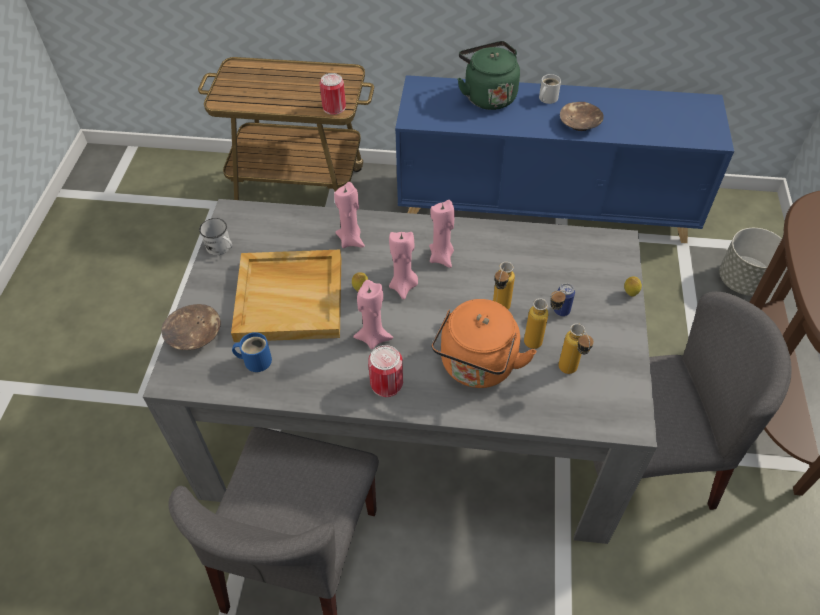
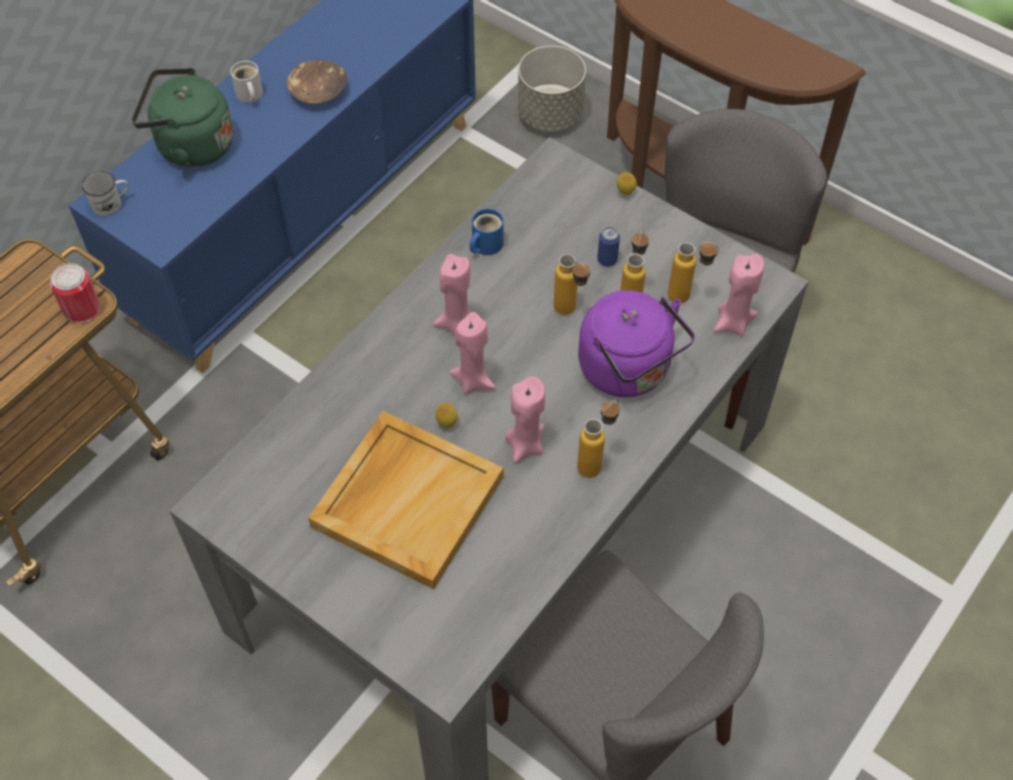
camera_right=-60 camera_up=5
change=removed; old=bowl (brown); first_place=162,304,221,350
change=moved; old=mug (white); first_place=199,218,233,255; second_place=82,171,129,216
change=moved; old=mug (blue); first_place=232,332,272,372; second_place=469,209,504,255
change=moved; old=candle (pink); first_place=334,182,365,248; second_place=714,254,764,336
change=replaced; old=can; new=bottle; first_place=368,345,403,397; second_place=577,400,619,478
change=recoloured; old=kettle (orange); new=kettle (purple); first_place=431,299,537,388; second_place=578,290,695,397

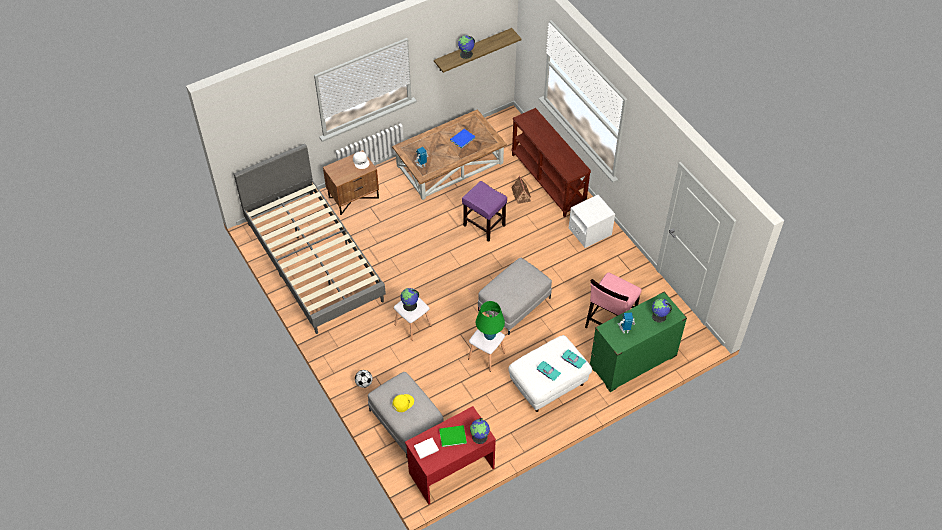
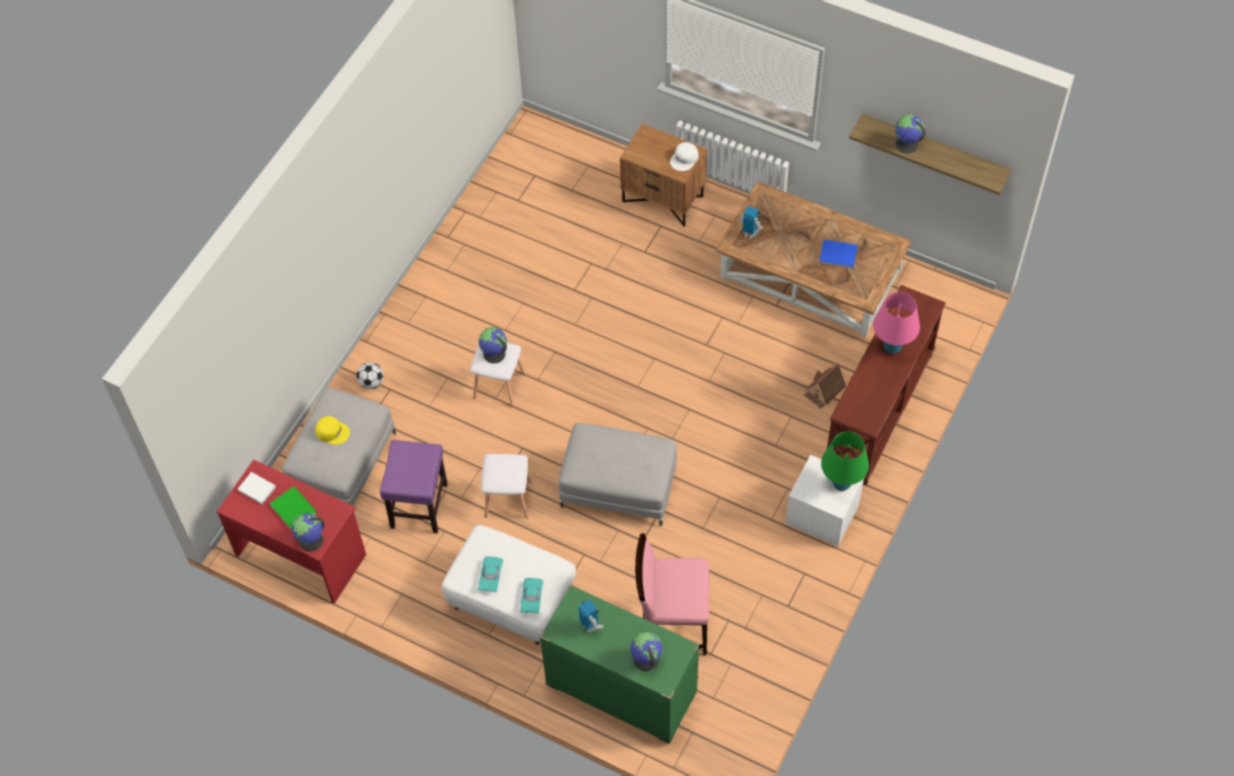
camera_right=60 camera_up=5
change=removed; old=bed (grey); first_place=234,144,386,334
change=added; new=table lamp (pink); second_place=873,292,920,354
change=moved; old=stool (purple); first_place=462,181,507,242; second_place=380,440,448,533
change=moved; old=table lamp (green); first_place=476,301,505,340; second_place=821,431,869,491

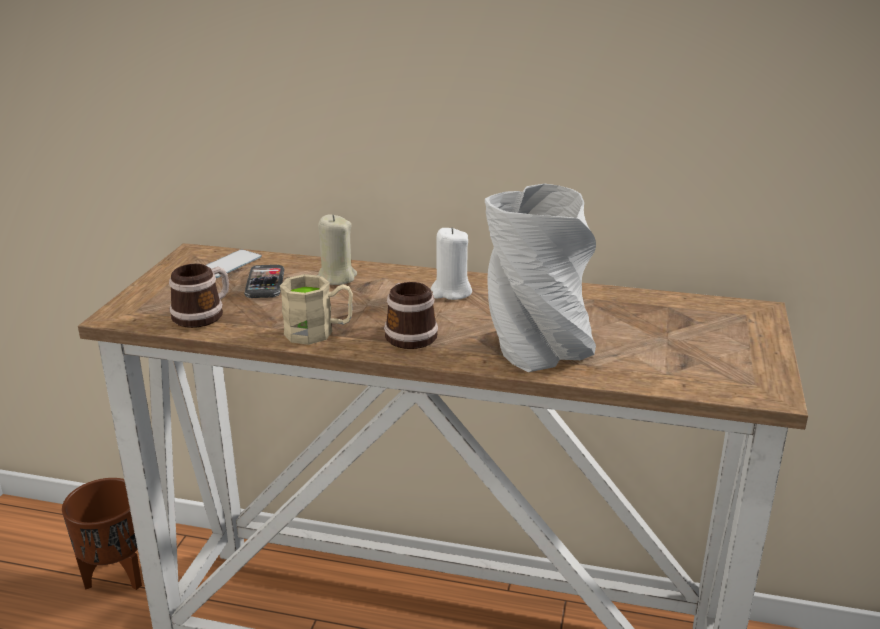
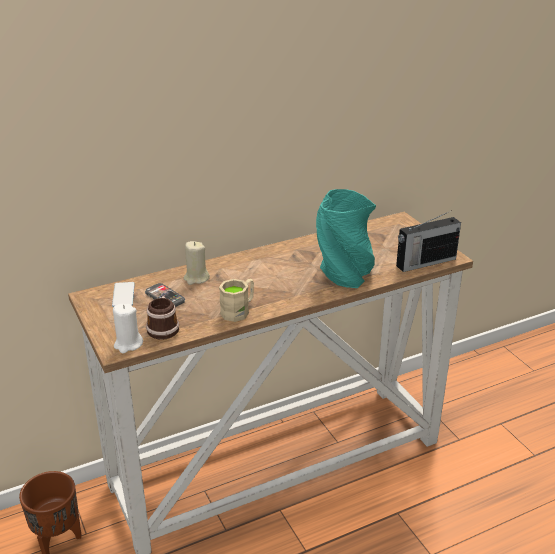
camera_right=-40 camera_up=5
change=removed; old=mug; first_place=384,282,438,349
change=added; new=radio; second_place=396,210,461,272
change=moved; old=candle (white); first_place=431,228,472,300; second_place=113,304,143,353
change=recoloured; old=vase (grey); new=vase (turquoise); first_place=485,184,596,372; second_place=316,189,376,288

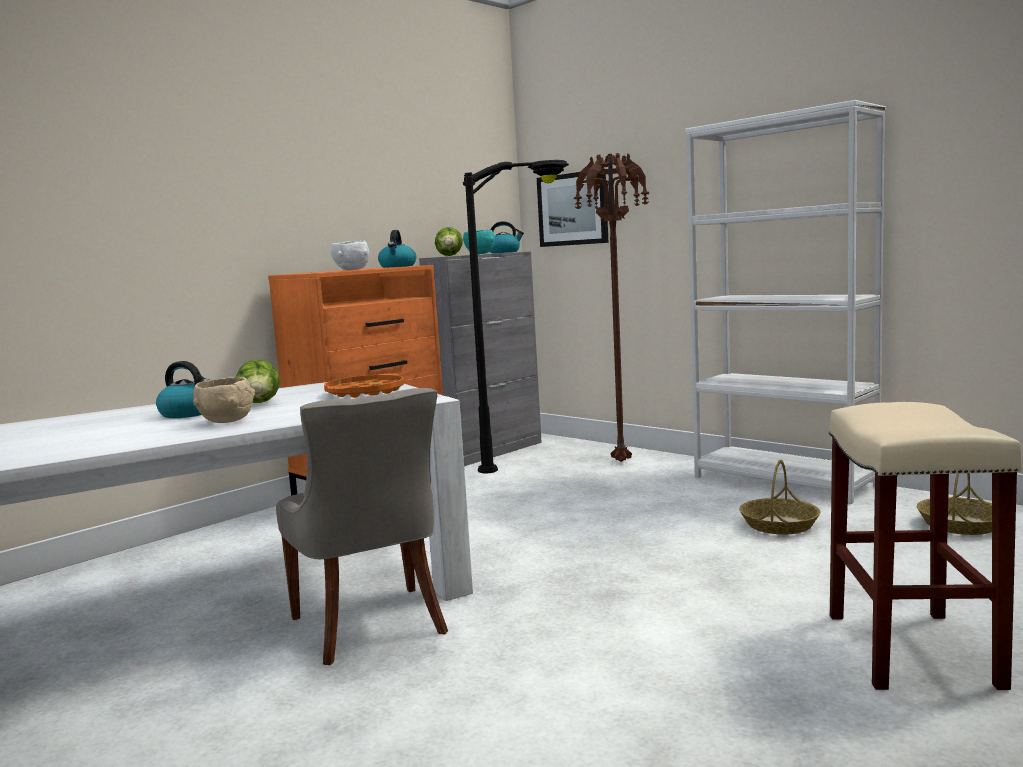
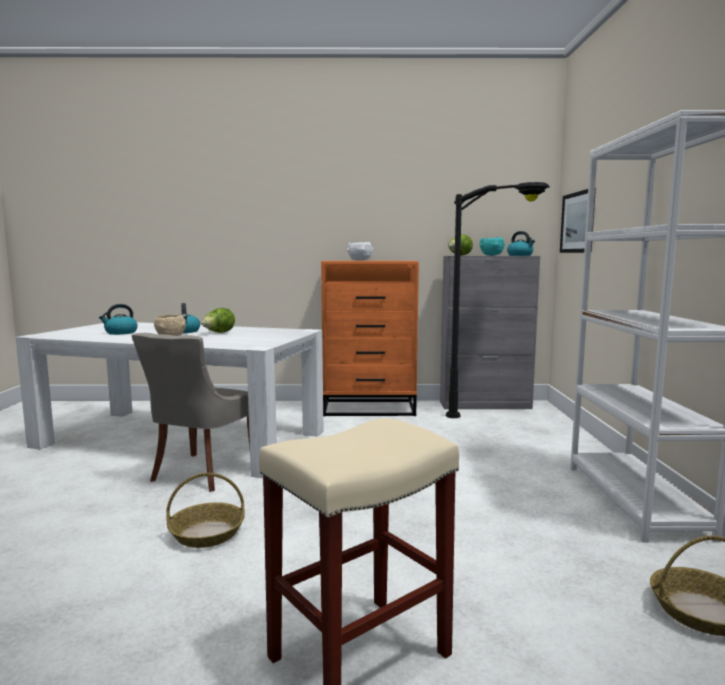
camera_right=45 camera_up=0
change=removed; old=tray (orange); first_place=324,373,404,398
change=removed; old=floor lamp (brown); first_place=574,153,650,462
change=moved; old=kettle; first_place=378,230,416,268; second_place=99,304,138,335
change=moved; old=basket; first_place=739,460,820,534; second_place=166,473,244,548

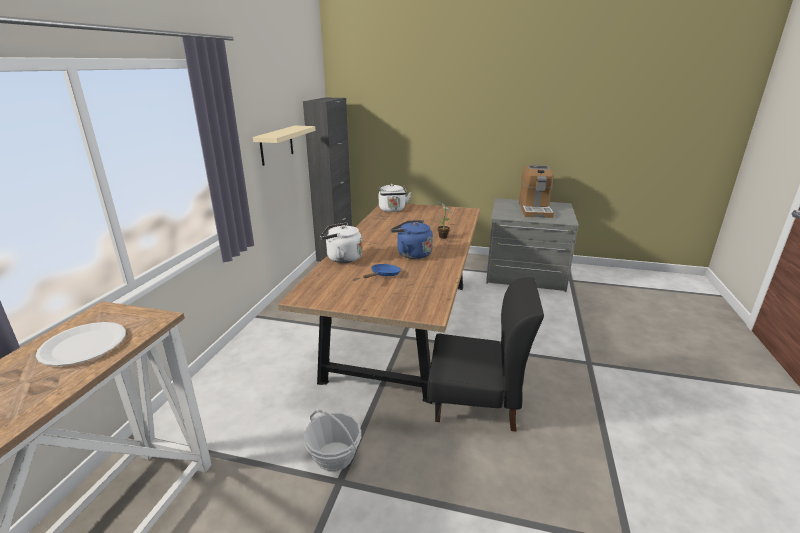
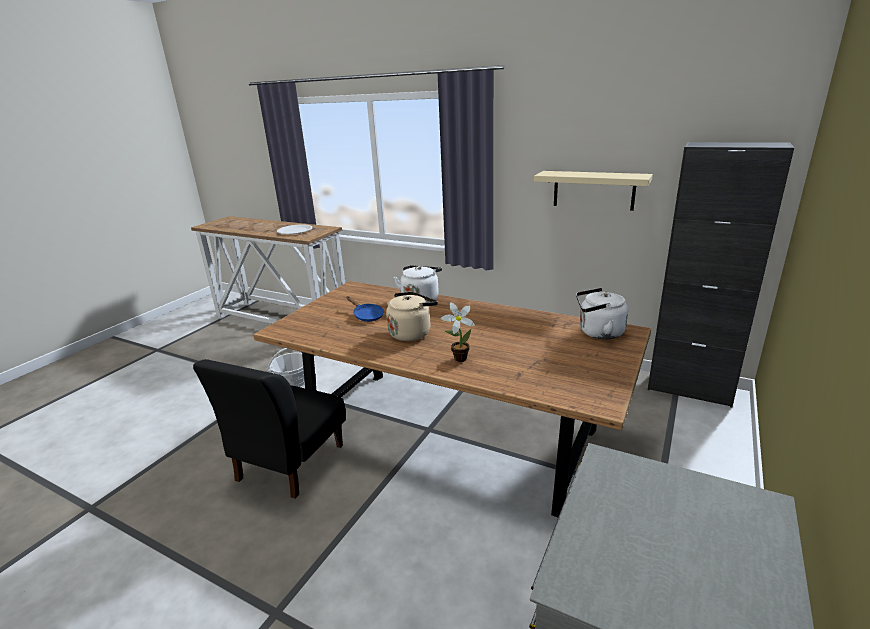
camera_right=105 camera_up=0
change=removed; old=coffee machine; first_place=519,165,554,218
change=recoloured; old=kettle (blue); new=kettle (beige); first_place=391,220,433,259; second_place=386,292,438,341

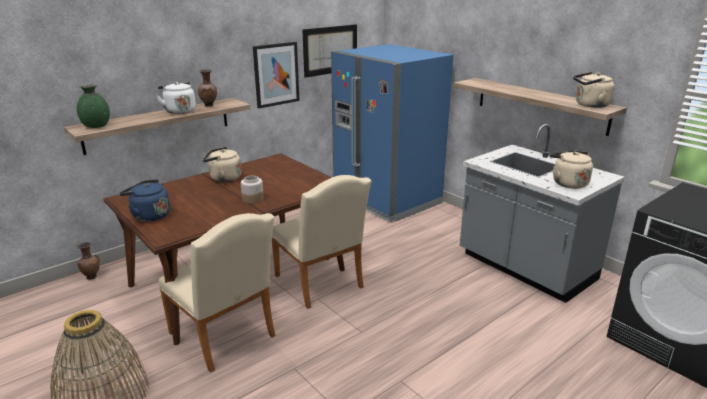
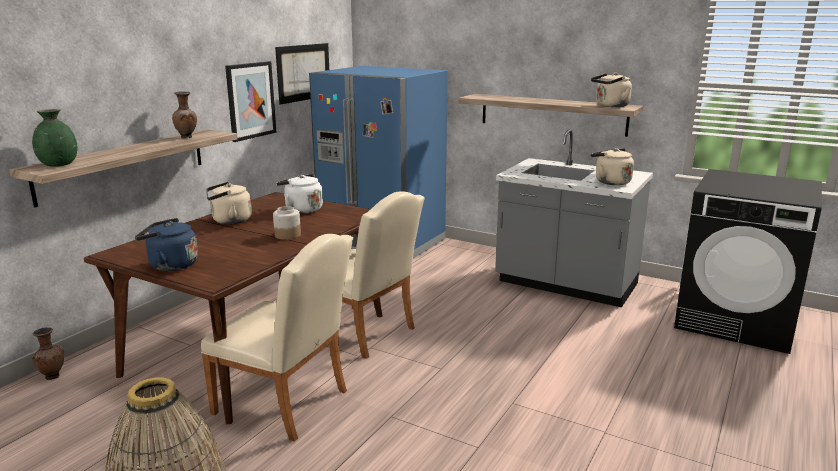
camera_right=-20 camera_up=-5
change=moved; old=kettle (white); first_place=157,82,196,114; second_place=276,174,323,214

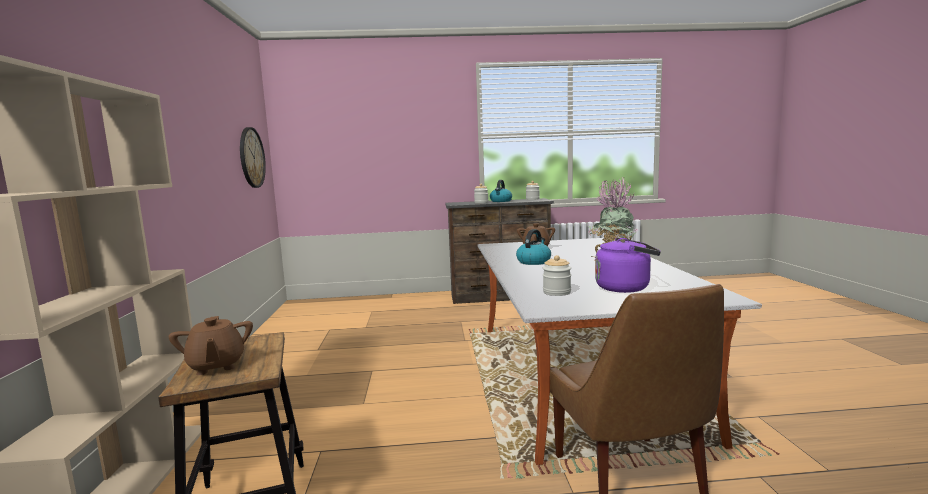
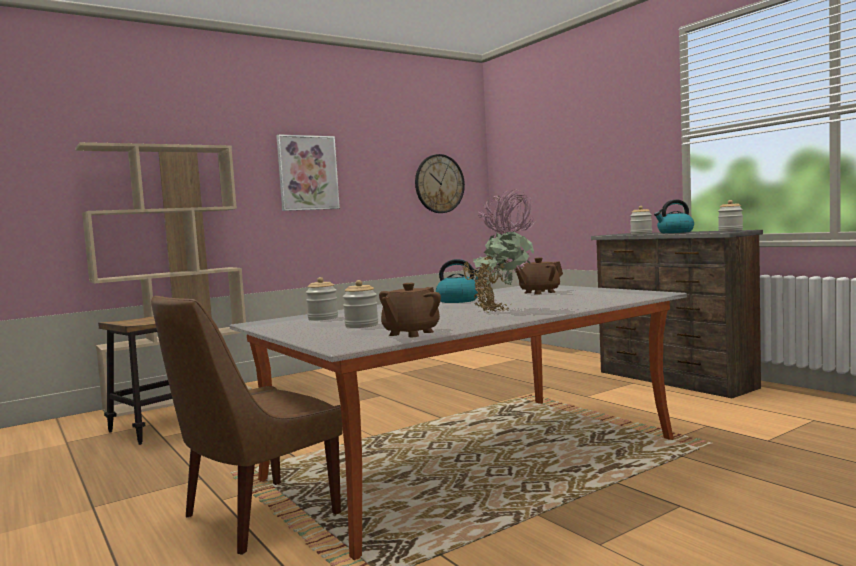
camera_right=60 camera_up=-5
change=added; new=picture; second_place=276,134,340,211
change=moved; old=teapot (brown); first_place=169,316,253,375; second_place=379,283,441,337
change=replaced; old=kettle (purple); new=jar; first_place=595,238,661,293; second_place=343,280,378,328

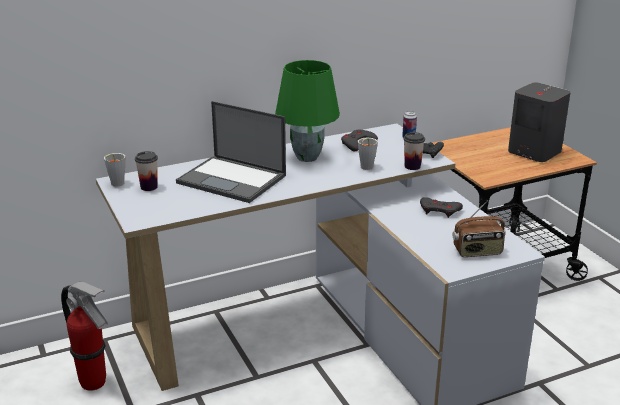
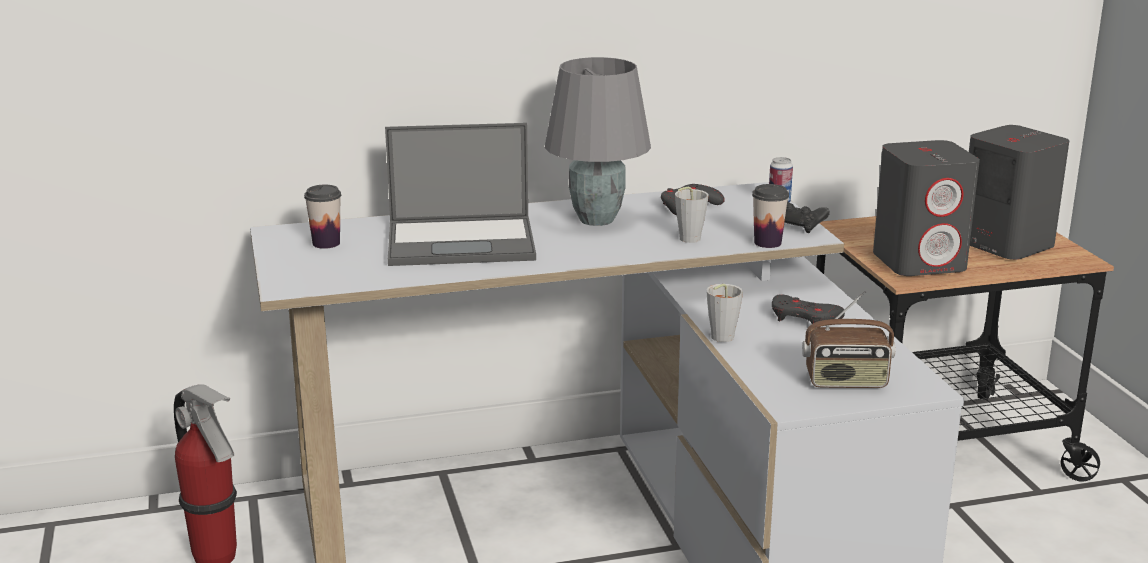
camera_right=10 camera_up=-5
change=added; new=speaker (grey); second_place=873,140,980,276
change=moved; old=cup (grey); first_place=104,153,125,187; second_place=706,284,743,342
change=recoloured; old=table lamp (green); new=table lamp (grey); first_place=275,60,340,162; second_place=545,57,651,226
change=turned; old=laptop; first_place=176,101,286,203; second_place=385,123,536,266; degrees=-45

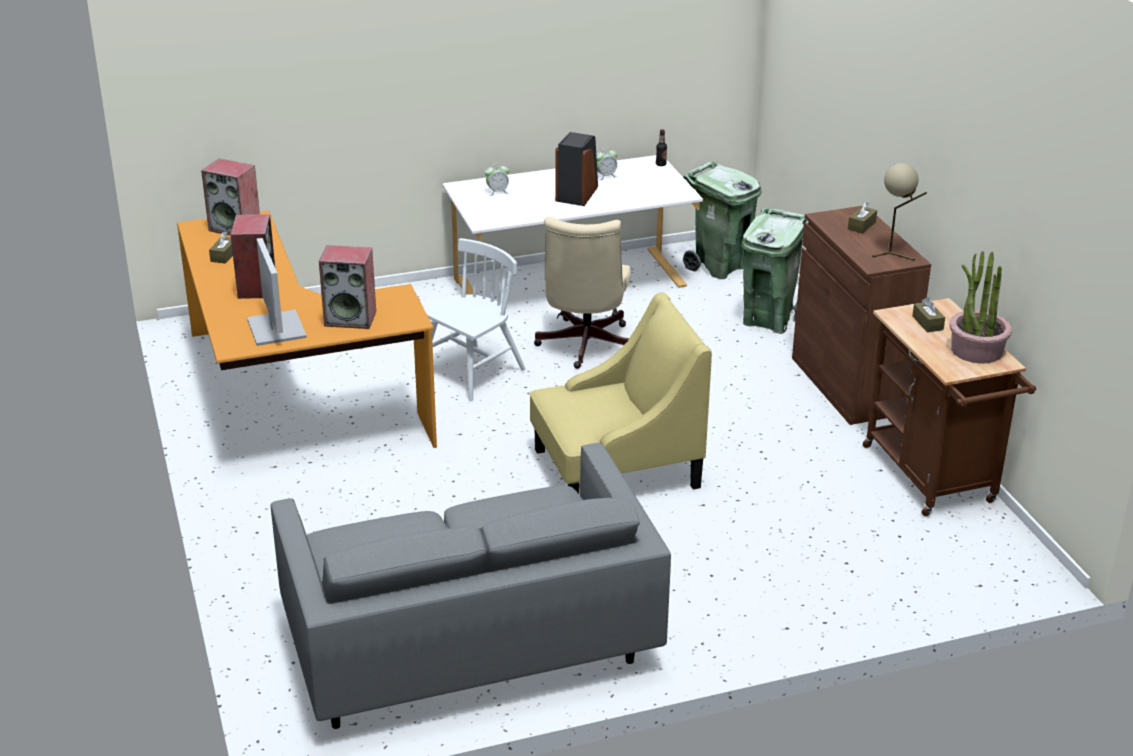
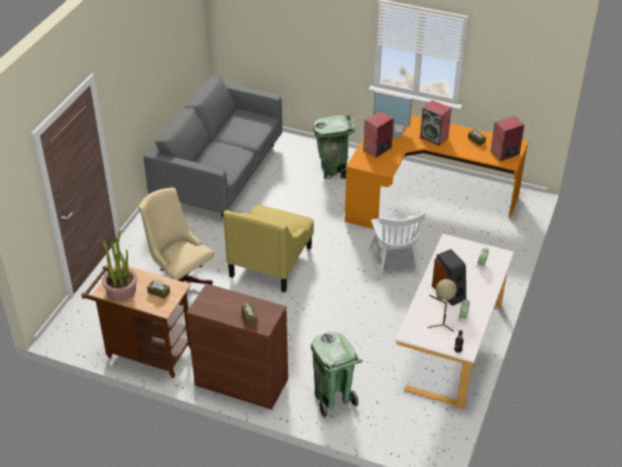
camera_right=130 camera_up=10
change=moved; old=office chair (beige); first_place=534,216,631,369; second_place=138,187,214,306
change=moved; old=trash can (green); first_place=683,161,761,279; second_place=313,114,355,179
change=moved; old=table lamp (beige); first_place=872,163,927,261; second_place=428,279,457,331

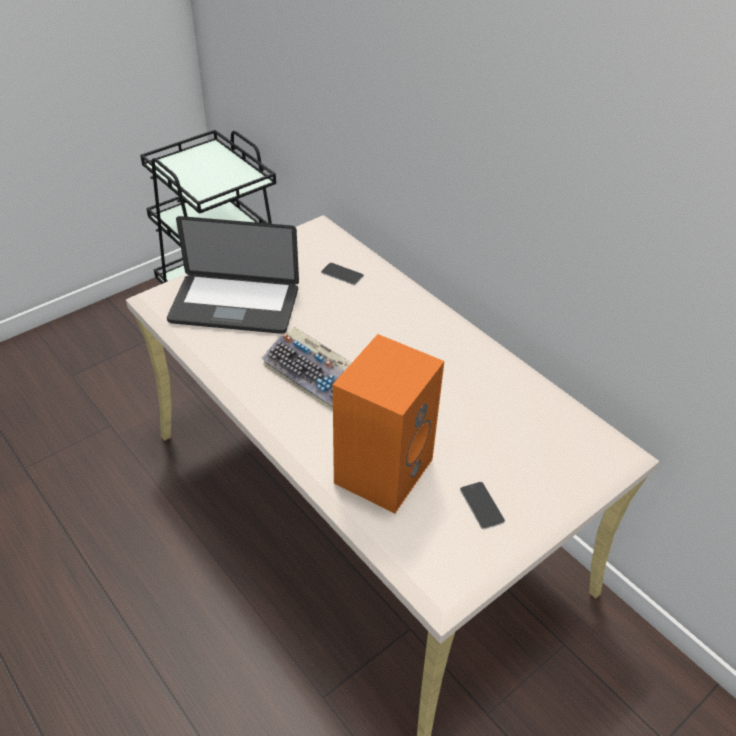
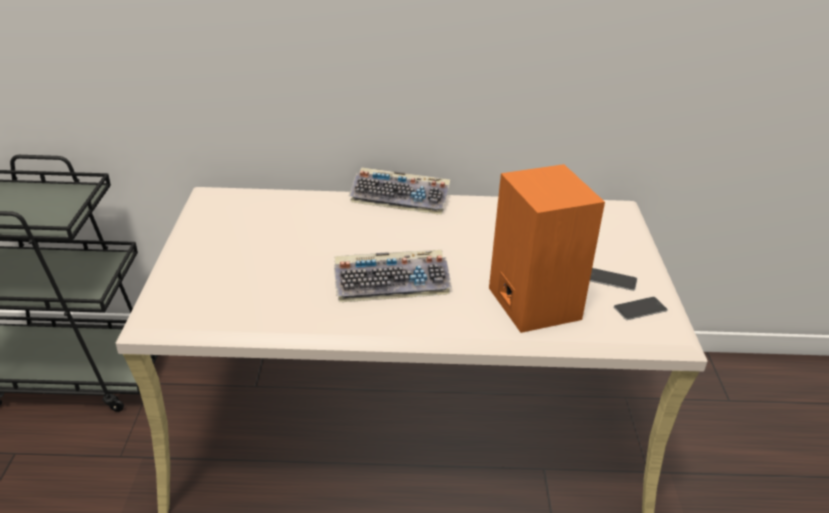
camera_right=-50 camera_up=-10
change=removed; old=laptop; first_place=167,216,299,334
change=added; new=keyboard; second_place=348,167,450,215
change=moved; old=phone; first_place=321,263,364,285; second_place=614,297,668,320

